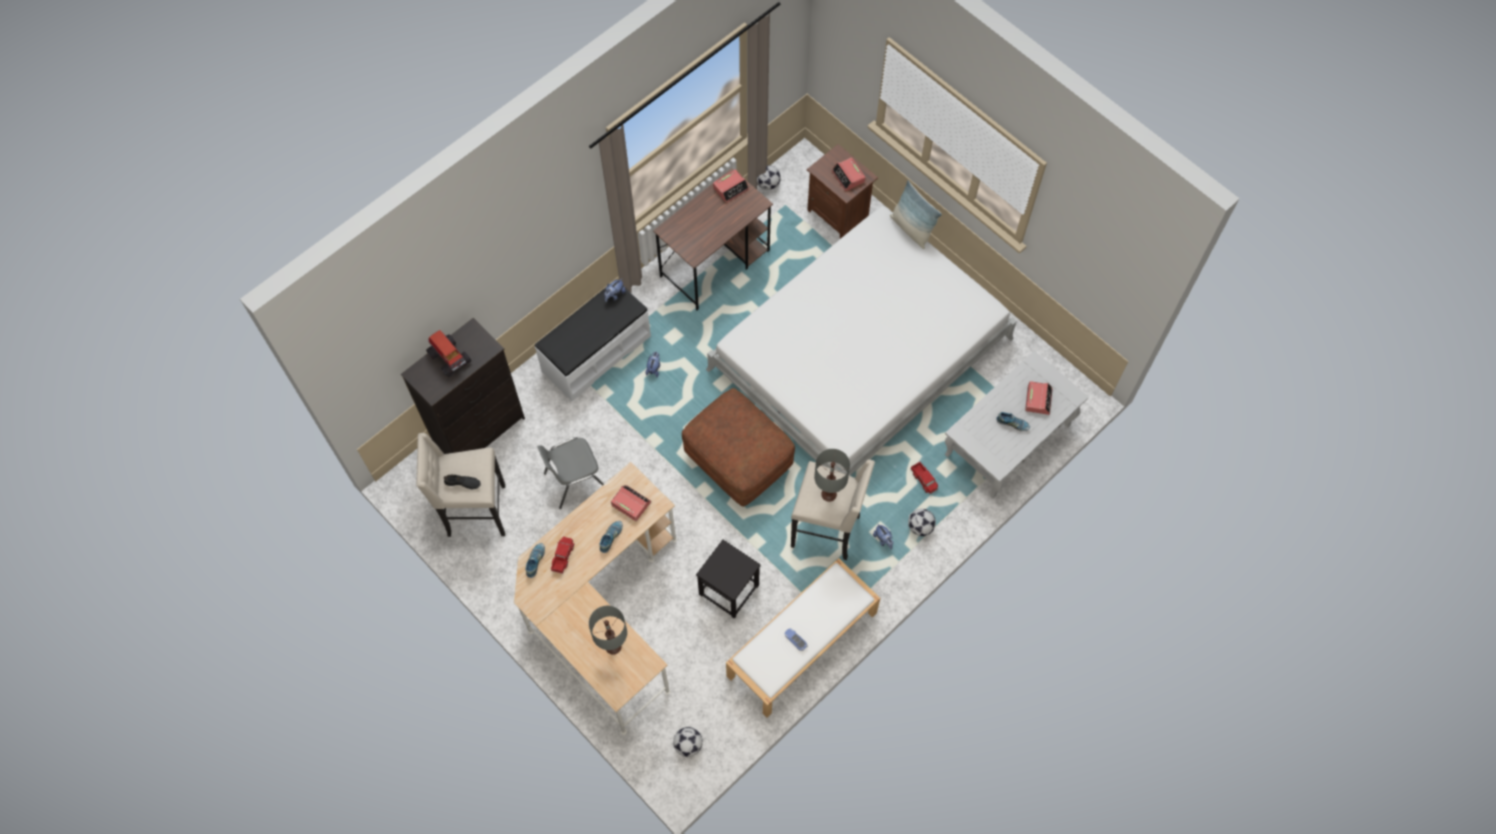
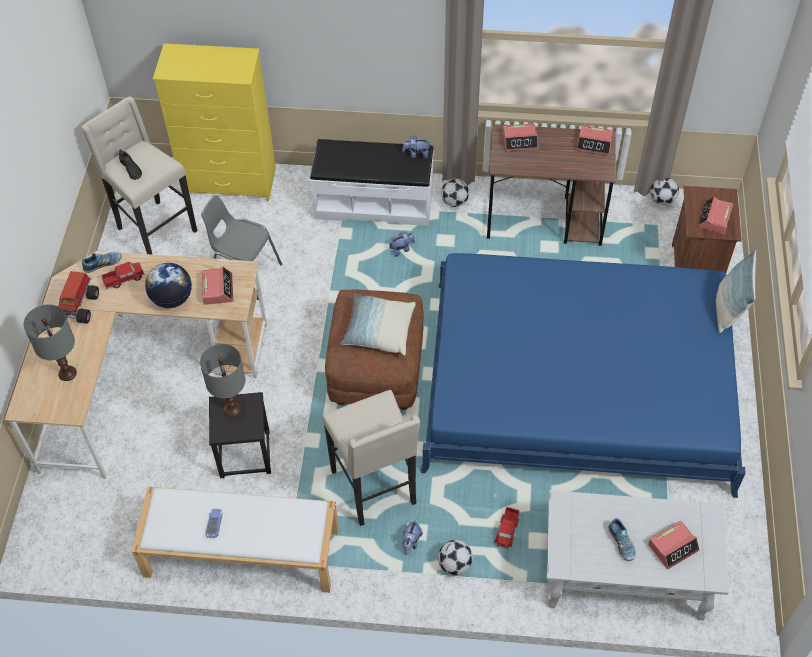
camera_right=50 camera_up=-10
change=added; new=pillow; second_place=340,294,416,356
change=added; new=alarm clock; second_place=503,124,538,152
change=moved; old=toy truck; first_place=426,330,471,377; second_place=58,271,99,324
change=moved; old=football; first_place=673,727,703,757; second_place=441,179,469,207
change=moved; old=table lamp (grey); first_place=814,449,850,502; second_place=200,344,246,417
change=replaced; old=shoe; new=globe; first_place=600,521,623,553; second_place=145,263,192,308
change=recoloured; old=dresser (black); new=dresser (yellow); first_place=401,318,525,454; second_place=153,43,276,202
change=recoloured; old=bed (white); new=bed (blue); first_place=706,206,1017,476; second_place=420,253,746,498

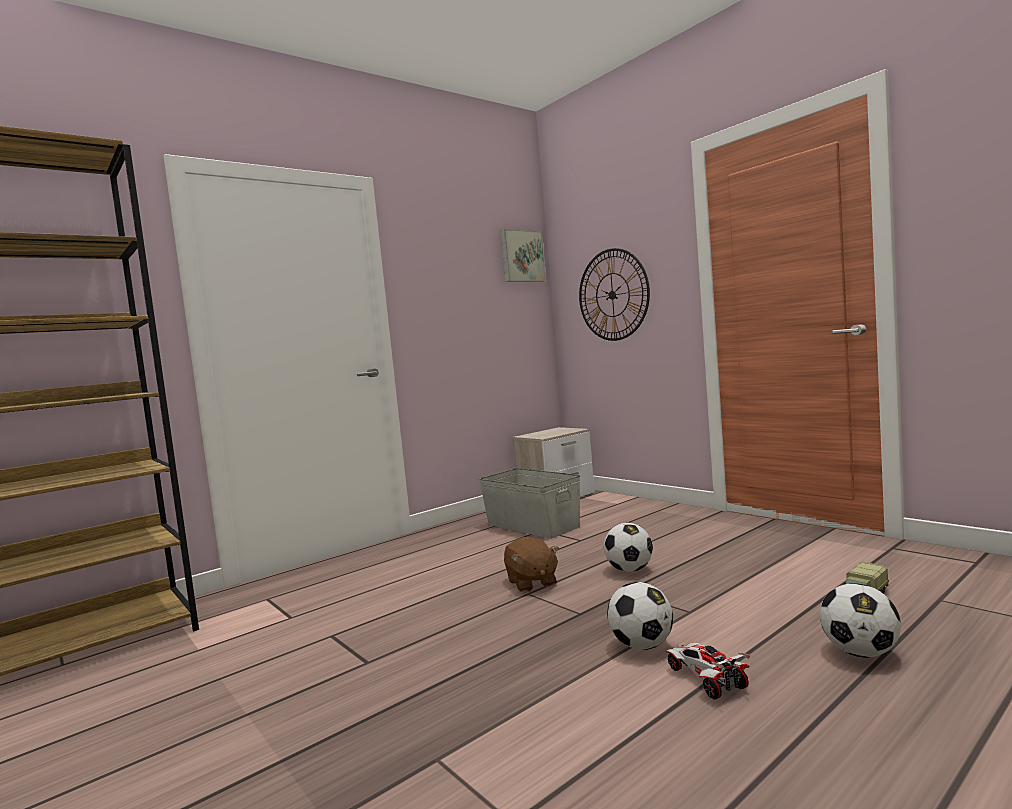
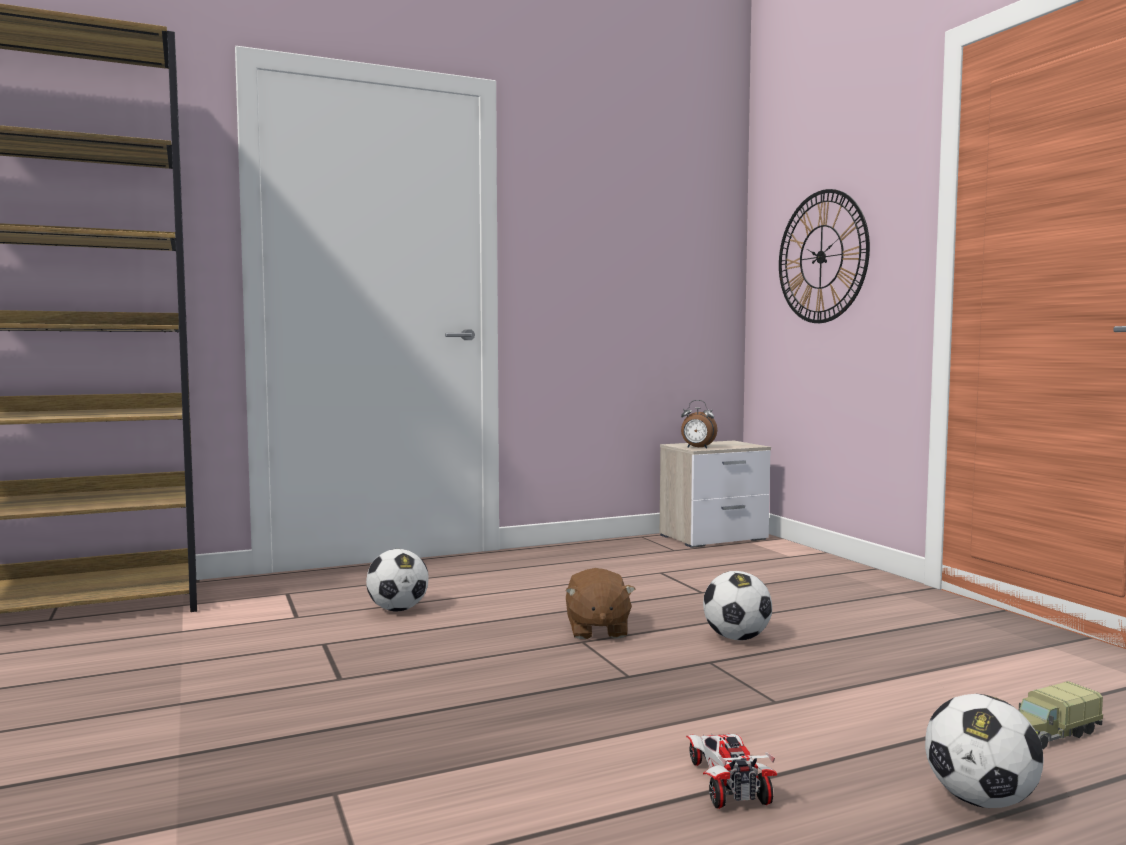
camera_right=15 camera_up=0
change=removed; old=storage box (grey); first_place=479,468,581,539
change=removed; old=picture; first_place=500,229,546,282
change=added; new=alarm clock; second_place=681,400,717,449
change=moved; old=football; first_place=607,582,673,650; second_place=366,549,429,611

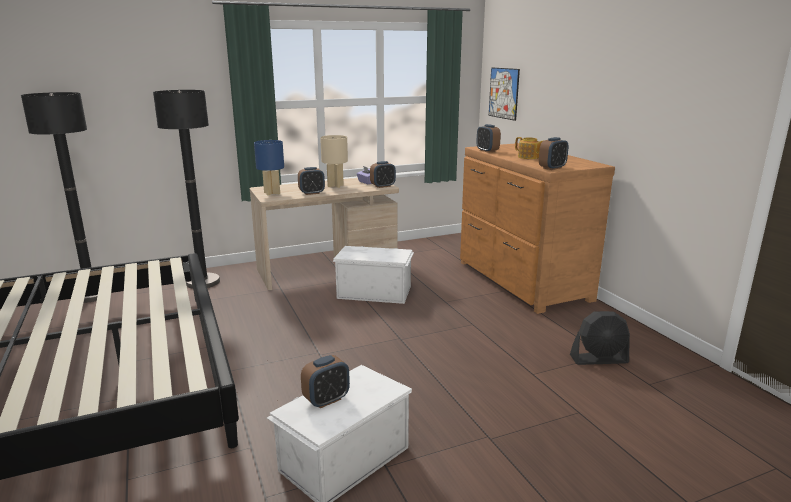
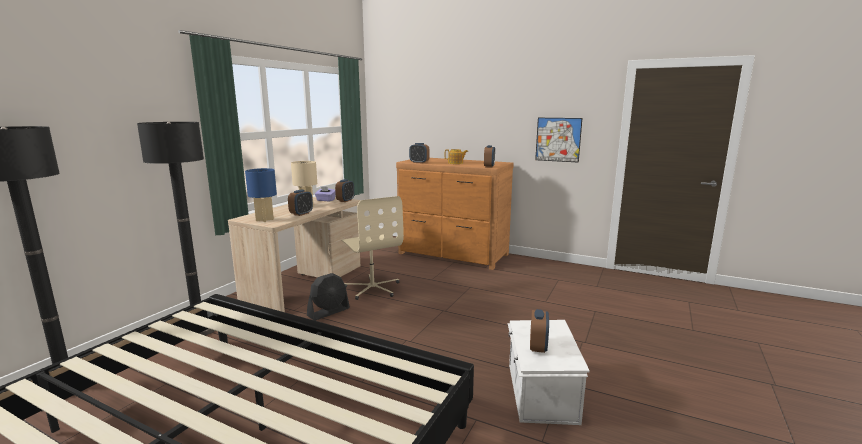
camera_right=-40 camera_up=-5
change=moved; old=picture; first_place=489,68,520,121; second_place=535,118,582,163
change=moved; old=fan (black); first_place=570,311,630,365; second_place=307,273,350,321
change=replaced; old=storage box (white); new=office chair (beige); first_place=332,246,414,304; second_place=341,196,404,300

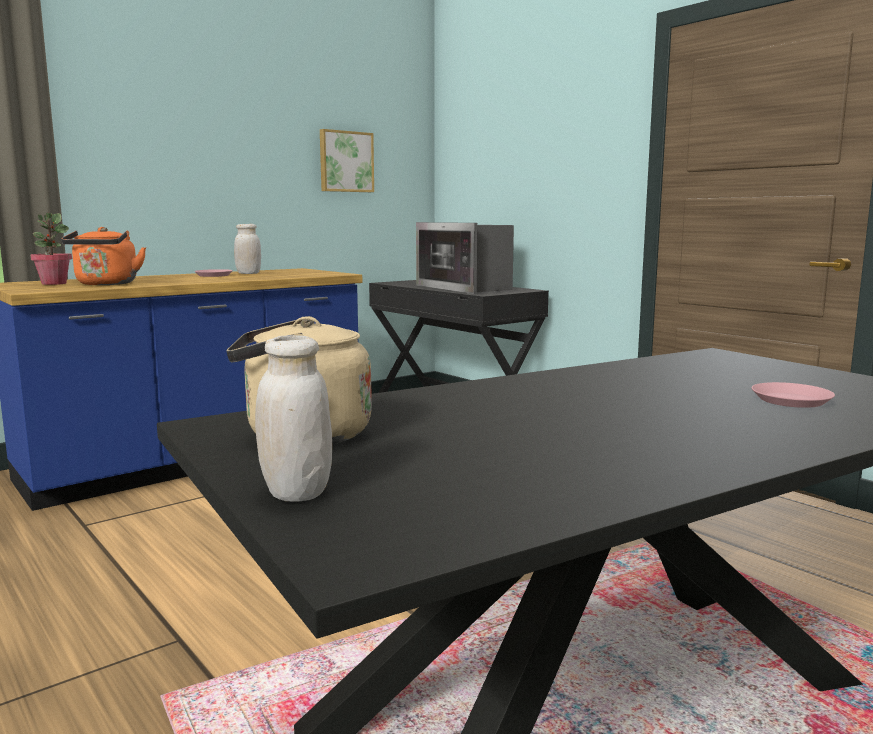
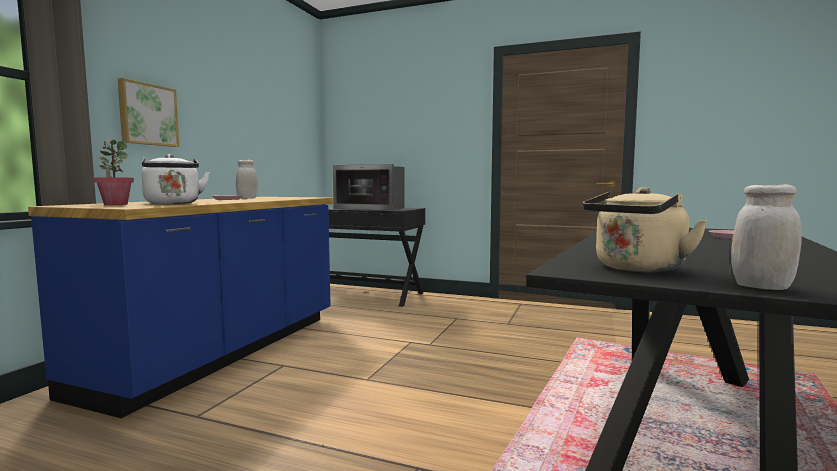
camera_right=-30 camera_up=-5
change=moved; old=picture; first_place=320,129,374,192; second_place=118,78,179,147
change=recoloured; old=kettle (orange); new=kettle (white); first_place=61,227,146,285; second_place=142,154,210,204

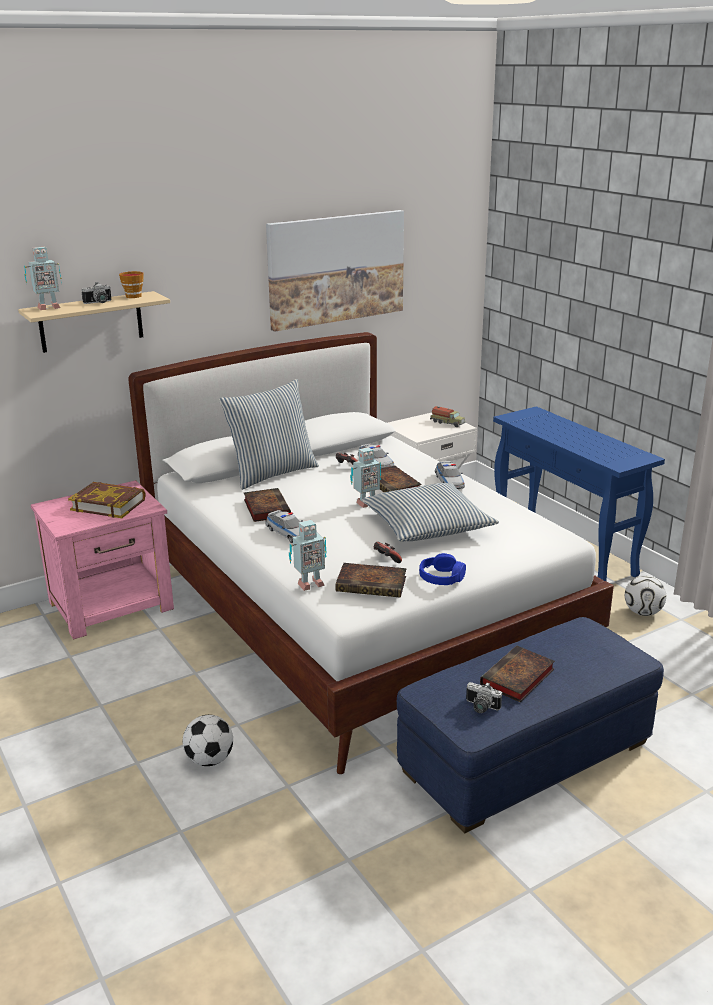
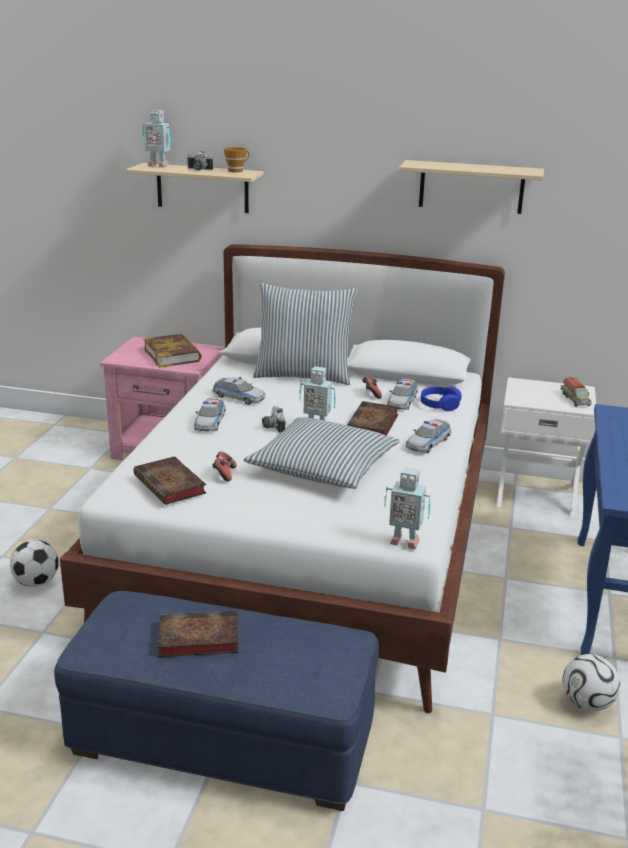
camera_right=45 camera_up=0
change=moved; old=toy robot; first_place=289,520,327,591; second_place=384,467,430,549
change=moved; old=headphones (blue); first_place=419,553,466,585; second_place=421,386,461,411
change=moved; old=photo camera; first_place=466,682,502,713; second_place=262,406,285,433
change=replaced; old=book; new=toy car; first_place=244,488,291,522; second_place=212,377,265,405
change=replaced; old=picture; new=shelf (beige); first_place=266,210,404,332; second_place=399,160,544,214

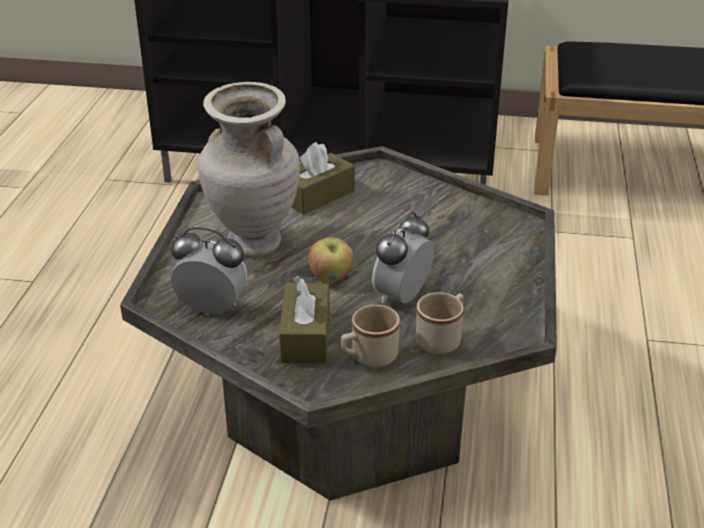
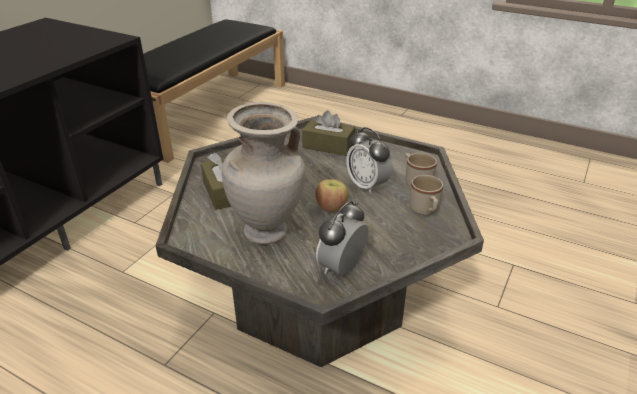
camera_right=-70 camera_up=0
change=moved; old=tissue box (brown); first_place=279,276,330,364; second_place=302,110,355,156

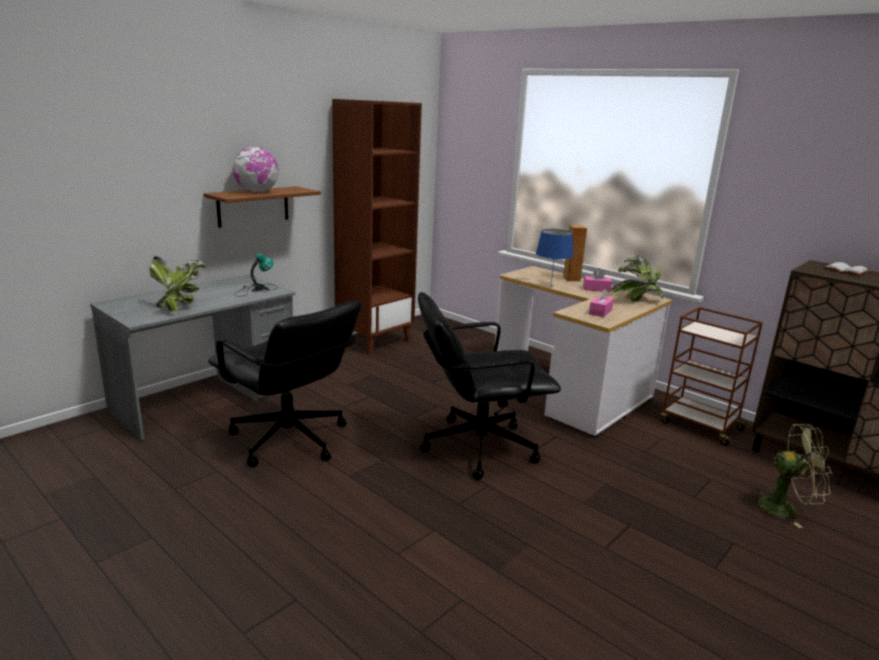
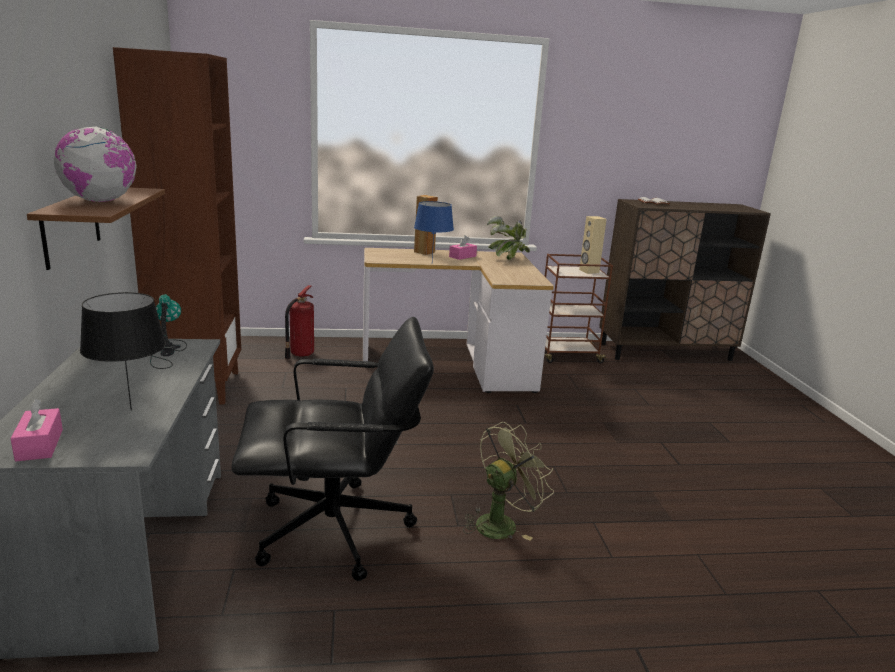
camera_right=-50 camera_up=0
change=removed; old=office chair (black); first_place=418,292,561,480
change=added; new=fire extinguisher; second_place=285,285,314,360
change=added; new=speaker (beige); second_place=579,216,607,274
change=moved; old=tissue box (pink); first_place=589,289,614,317; second_place=10,399,63,461
change=moved; old=fan (green); first_place=745,424,832,528; second_place=463,422,554,541
change=replaced; old=potted plant; new=table lamp (black); first_place=149,256,205,312; second_place=80,292,166,410

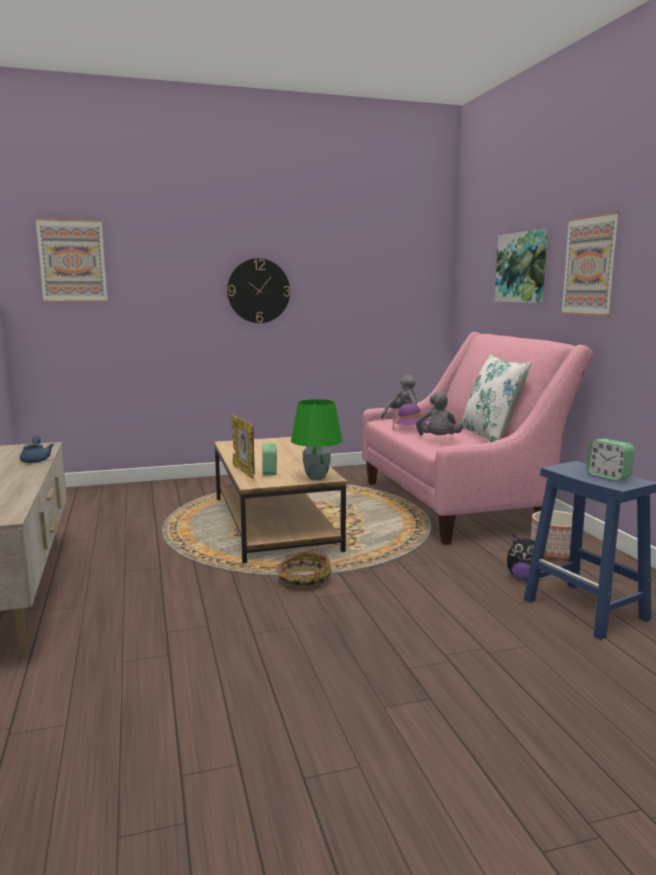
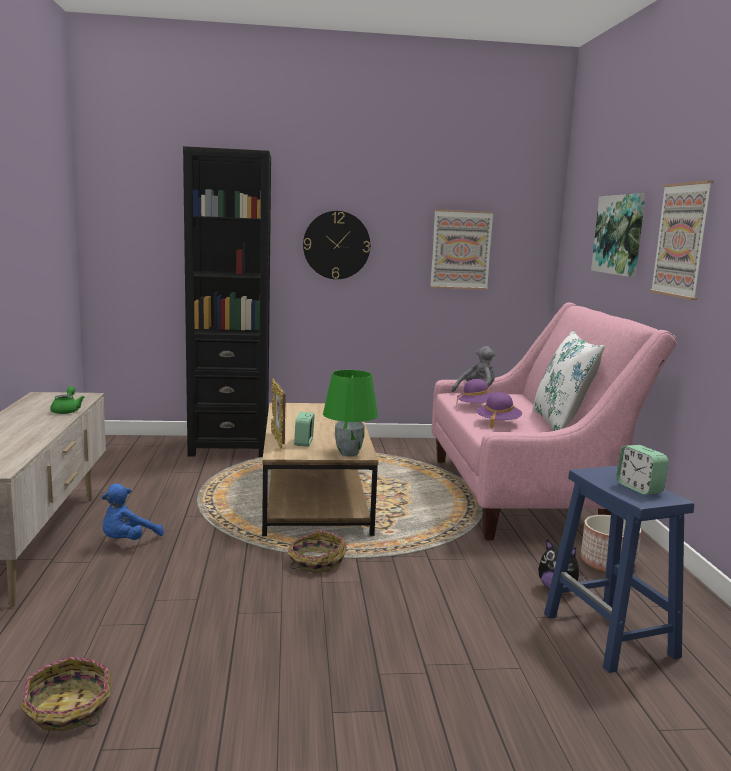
camera_right=10 camera_up=0
change=added; new=basket; second_place=21,657,111,731
change=added; new=plush toy (blue); second_place=102,484,164,540
change=added; new=bookcase (black); second_place=183,146,271,457
change=moved; old=picture; first_place=36,218,108,302; second_place=430,209,493,290
change=replaced; old=plush toy (grey); new=hat (purple); first_place=416,391,463,436; second_place=477,392,522,428
change=recoloured; old=teapot (blue); new=teapot (green); first_place=20,436,54,463; second_place=50,386,85,414

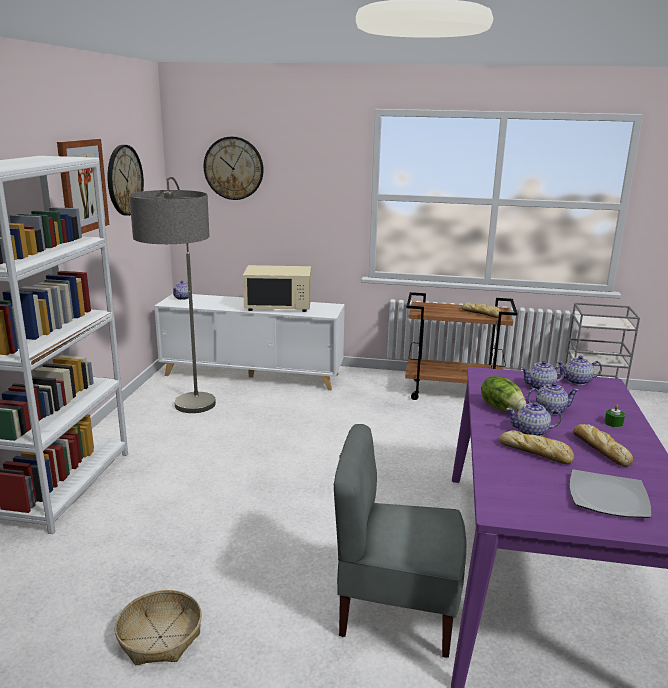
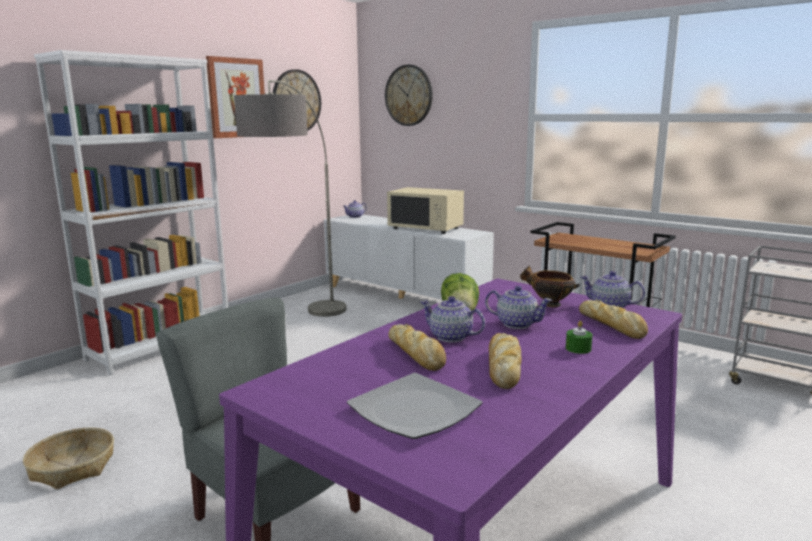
camera_right=30 camera_up=-5
change=moved; old=bread; first_place=462,302,502,318; second_place=579,300,648,339
change=replaced; old=teapot; new=bowl; first_place=521,361,565,390; second_place=520,266,580,307

